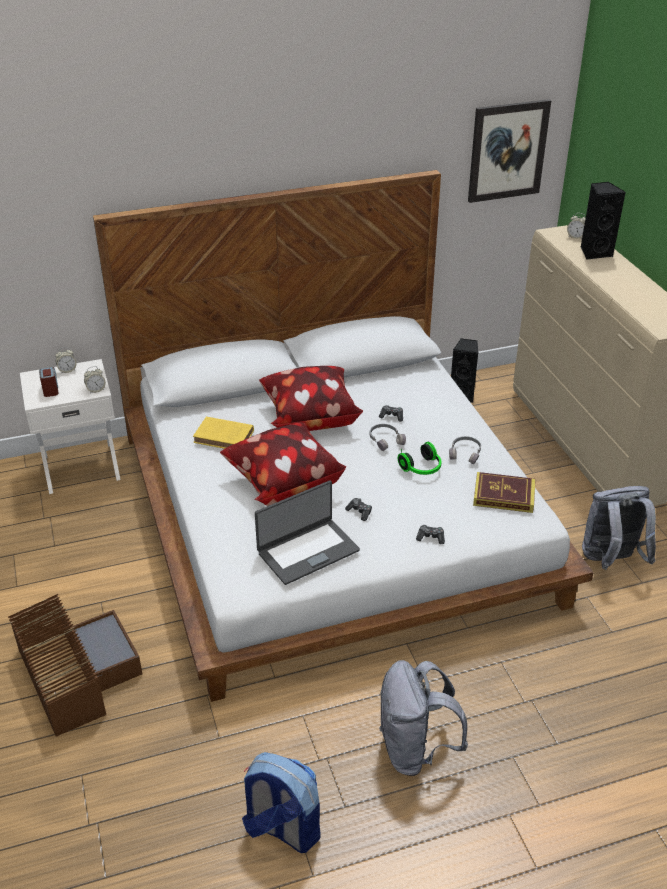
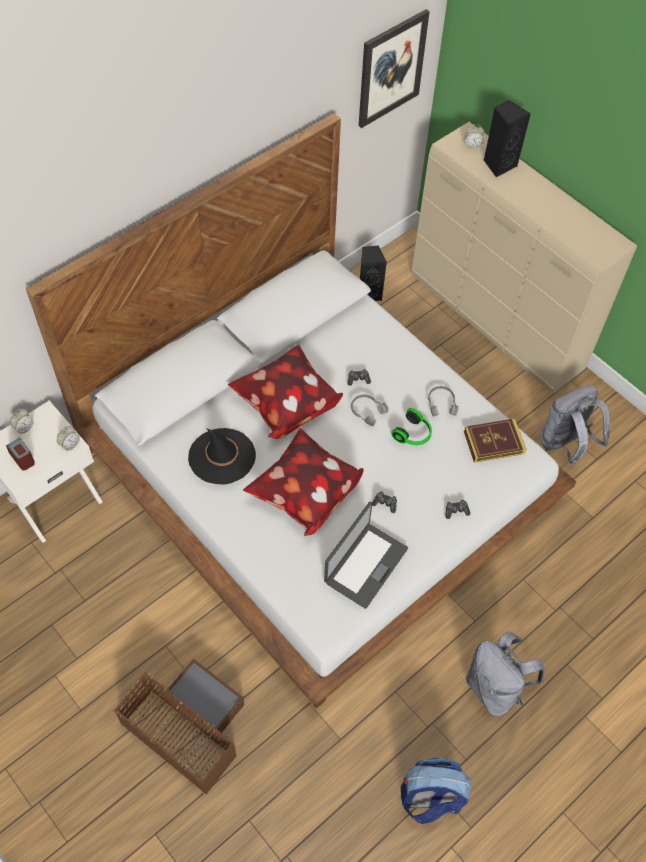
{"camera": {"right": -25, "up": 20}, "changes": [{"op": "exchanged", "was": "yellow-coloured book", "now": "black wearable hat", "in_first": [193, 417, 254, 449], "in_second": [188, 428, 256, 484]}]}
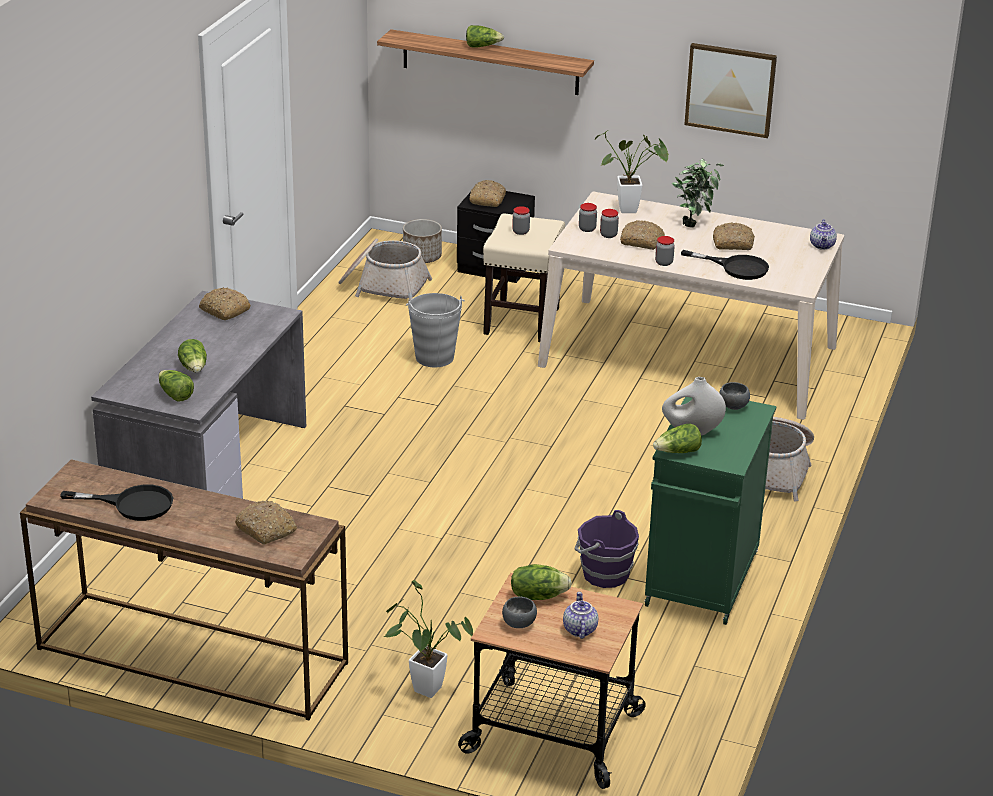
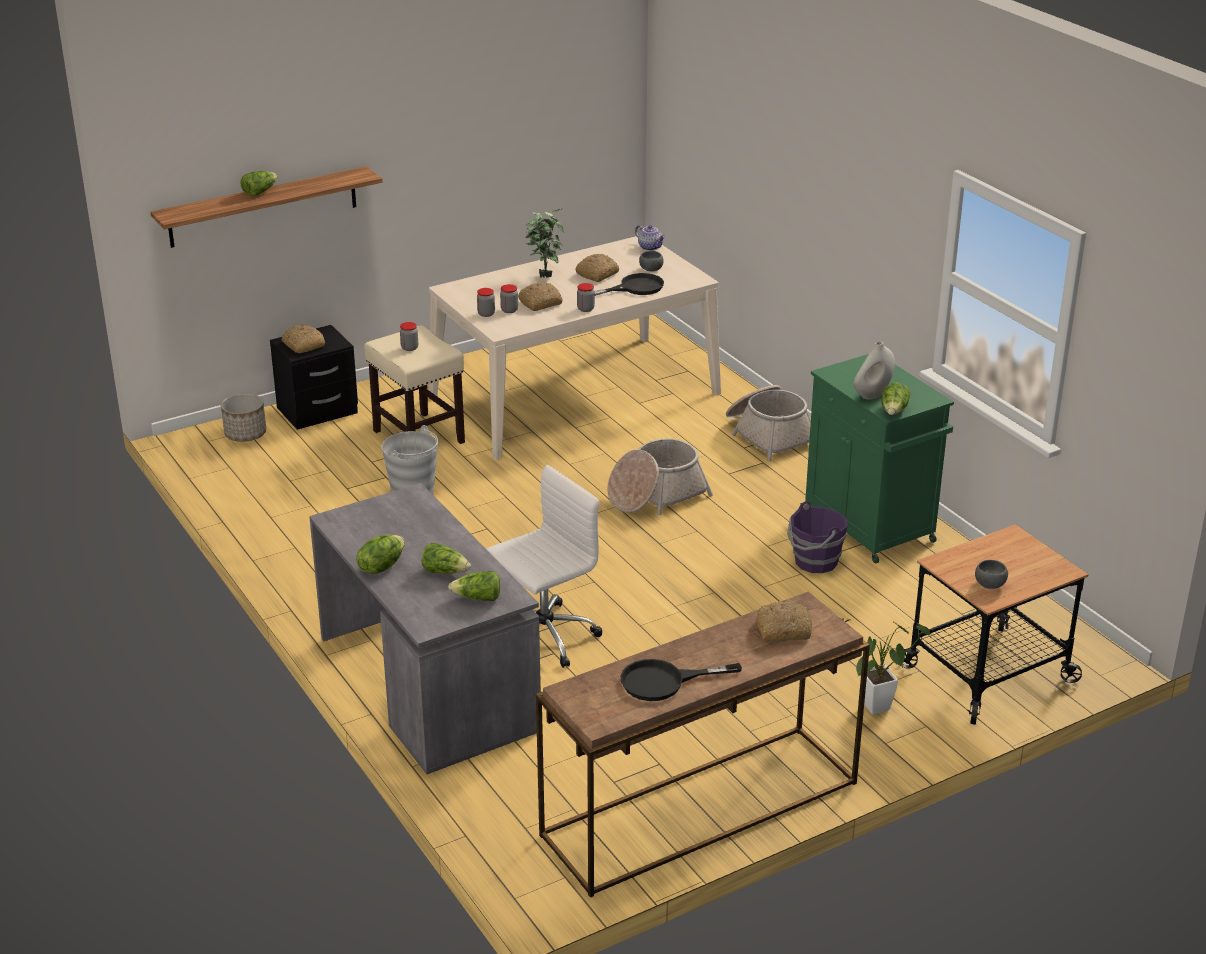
{"camera": {"right": -50, "up": 0}, "changes": [{"op": "missing", "was": "bread", "in_first": [199, 287, 251, 320]}, {"op": "missing", "was": "pot for tea", "in_first": [563, 592, 598, 639]}, {"op": "missing", "was": "plant in a pot", "in_first": [595, 130, 669, 213]}, {"op": "missing", "was": "wall art", "in_first": [684, 43, 777, 138]}, {"op": "appeared", "now": "white-coloured office chair", "in_second": [487, 465, 603, 668]}, {"op": "relocated", "was": "storage basket", "in_first": [338, 238, 432, 302], "in_second": [607, 438, 713, 515]}, {"op": "relocated", "was": "lettuce", "in_first": [511, 564, 572, 600], "in_second": [356, 534, 405, 574]}, {"op": "relocated", "was": "grey serving bowl", "in_first": [719, 382, 750, 410], "in_second": [639, 251, 663, 272]}, {"op": "spun", "was": "black frying pan", "in_first": [60, 485, 173, 521], "in_second": [620, 659, 742, 701], "clockwise": -150}]}
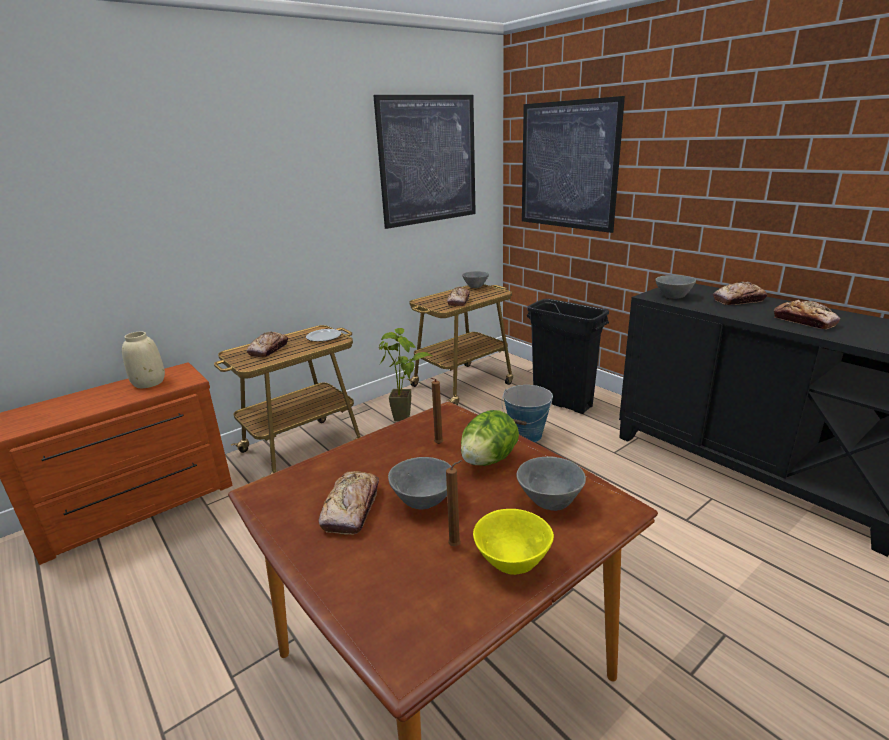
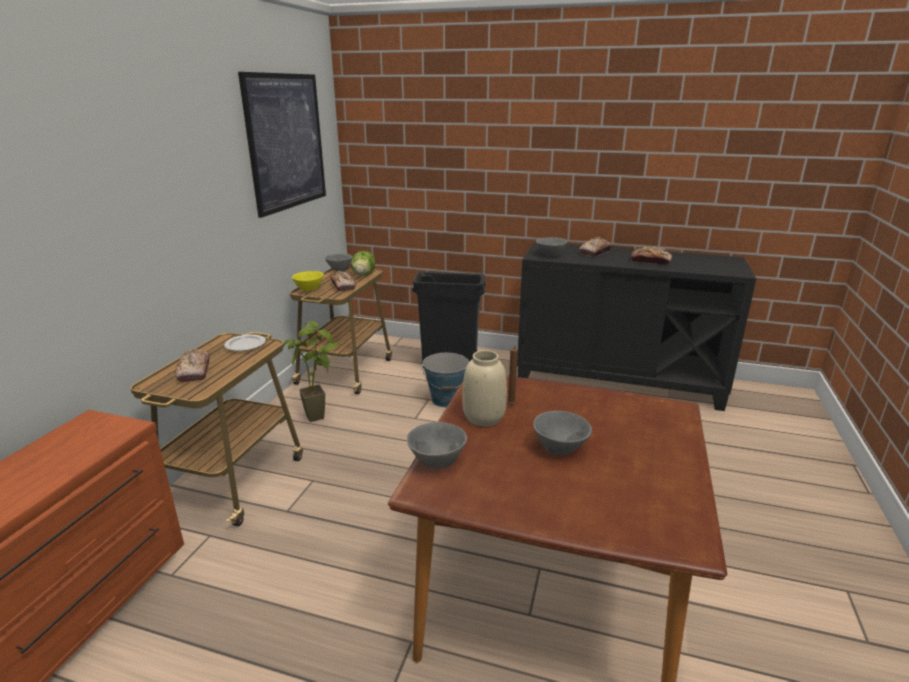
{"camera": {"right": -35, "up": 0}, "changes": [{"op": "missing", "was": "bread", "in_first": [318, 471, 379, 535]}, {"op": "missing", "was": "brownish wax light", "in_first": [446, 460, 463, 546]}, {"op": "missing", "was": "wall art", "in_first": [522, 96, 625, 233]}, {"op": "relocated", "was": "beige-coloured vase", "in_first": [122, 332, 165, 388], "in_second": [462, 350, 507, 426]}, {"op": "relocated", "was": "lettuce", "in_first": [461, 410, 519, 466], "in_second": [351, 251, 375, 276]}, {"op": "relocated", "was": "yellow-coloured serving bowl", "in_first": [473, 509, 554, 575], "in_second": [292, 271, 324, 291]}, {"op": "relocated", "was": "grey serving bowl", "in_first": [516, 456, 586, 511], "in_second": [407, 422, 467, 468]}]}
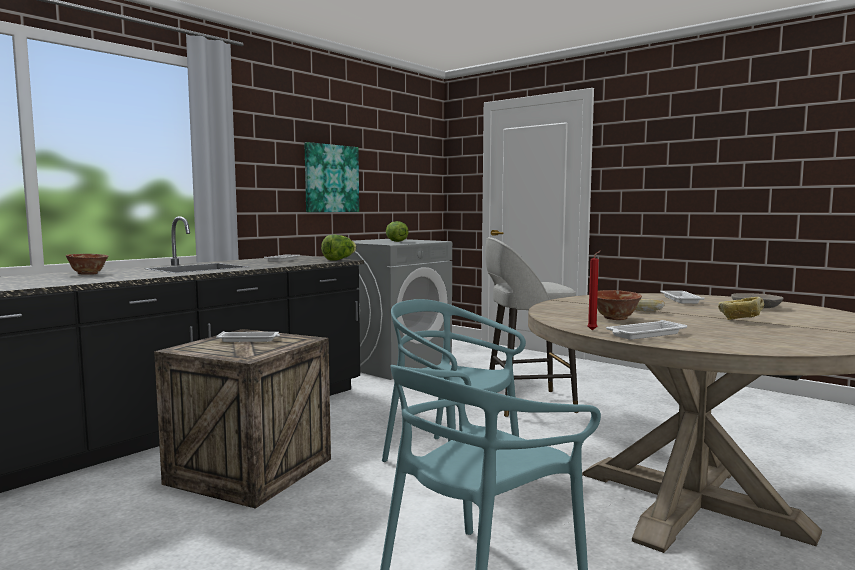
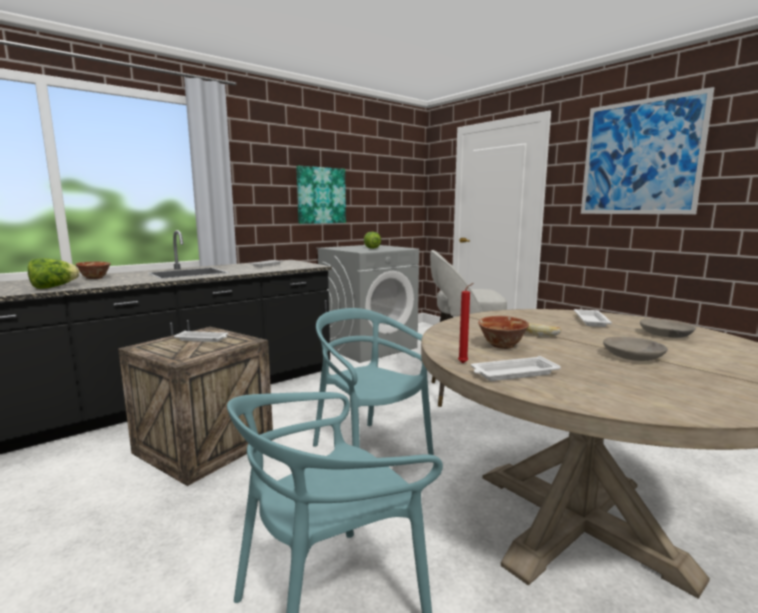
{"camera": {"right": 10, "up": 5}, "changes": [{"op": "appeared", "now": "wall art", "in_second": [581, 87, 715, 214]}, {"op": "relocated", "was": "lettuce", "in_first": [321, 234, 356, 261], "in_second": [28, 258, 80, 289]}, {"op": "exchanged", "was": "bread", "now": "grey serving bowl", "in_first": [718, 297, 764, 320], "in_second": [603, 337, 668, 361]}]}
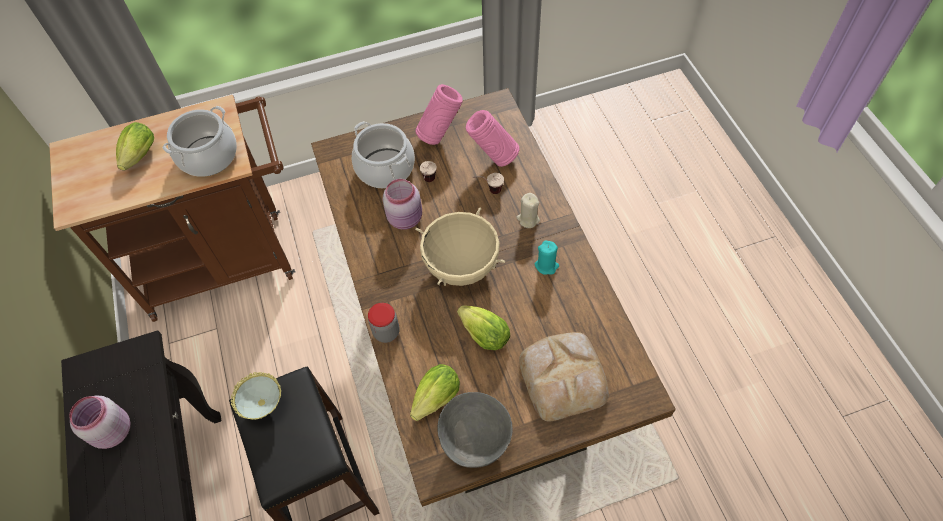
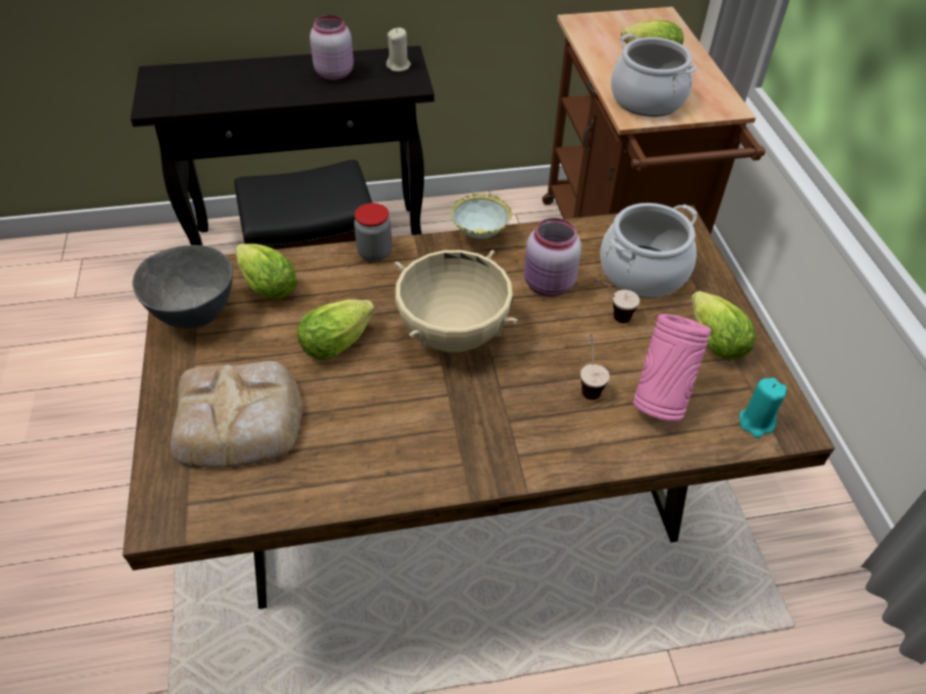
{"camera": {"right": 95, "up": -10}, "changes": [{"op": "relocated", "was": "serving bowl", "in_first": [231, 372, 281, 420], "in_second": [450, 193, 512, 239]}, {"op": "relocated", "was": "beige-coloured wax light", "in_first": [516, 193, 540, 228], "in_second": [386, 28, 411, 72]}, {"op": "relocated", "was": "turquoise wax light", "in_first": [535, 241, 559, 275], "in_second": [739, 378, 787, 438]}, {"op": "exchanged", "was": "pink-coloured vase", "now": "lettuce", "in_first": [416, 84, 463, 145], "in_second": [691, 291, 756, 361]}]}
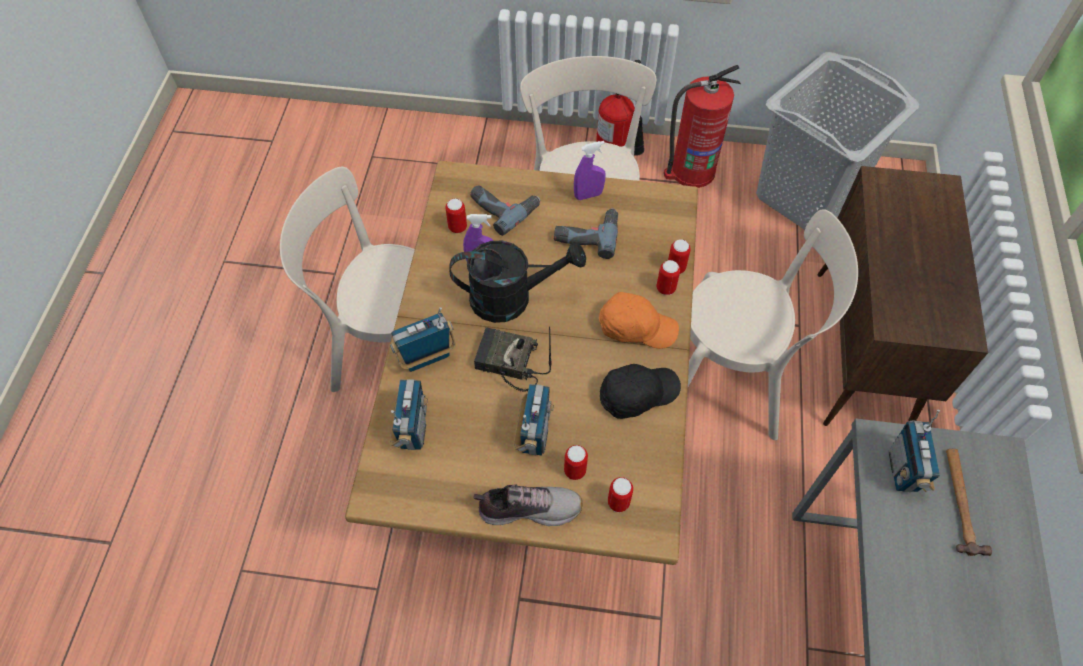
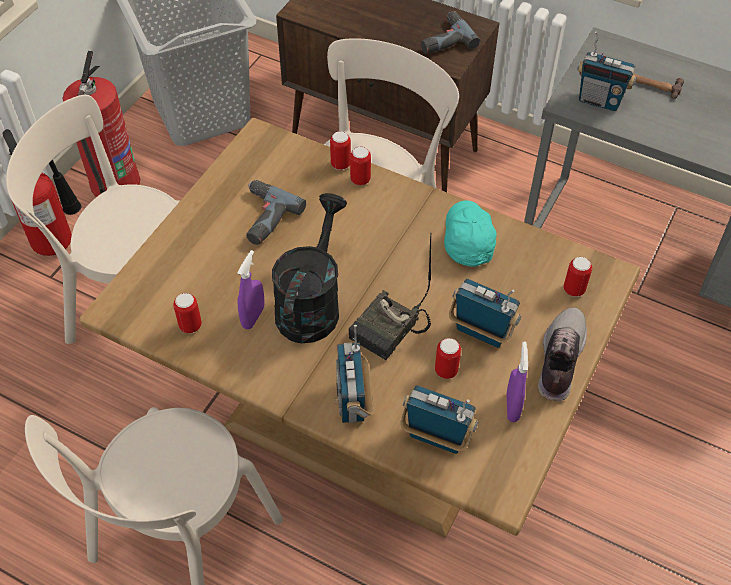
{"camera": {"right": -70, "up": -5}, "changes": [{"op": "missing", "was": "orangey baseball cap", "in_first": [599, 292, 679, 349]}, {"op": "relocated", "was": "power drill", "in_first": [470, 185, 540, 236], "in_second": [421, 11, 480, 54]}, {"op": "relocated", "was": "sealed can", "in_first": [564, 445, 588, 480], "in_second": [435, 338, 461, 379]}, {"op": "relocated", "was": "purple spray bottle", "in_first": [574, 141, 605, 200], "in_second": [507, 341, 528, 422]}, {"op": "colour", "was": "black baseball cap", "now": "turquoise baseball cap", "in_first": [600, 364, 681, 419], "in_second": [444, 200, 497, 267]}]}
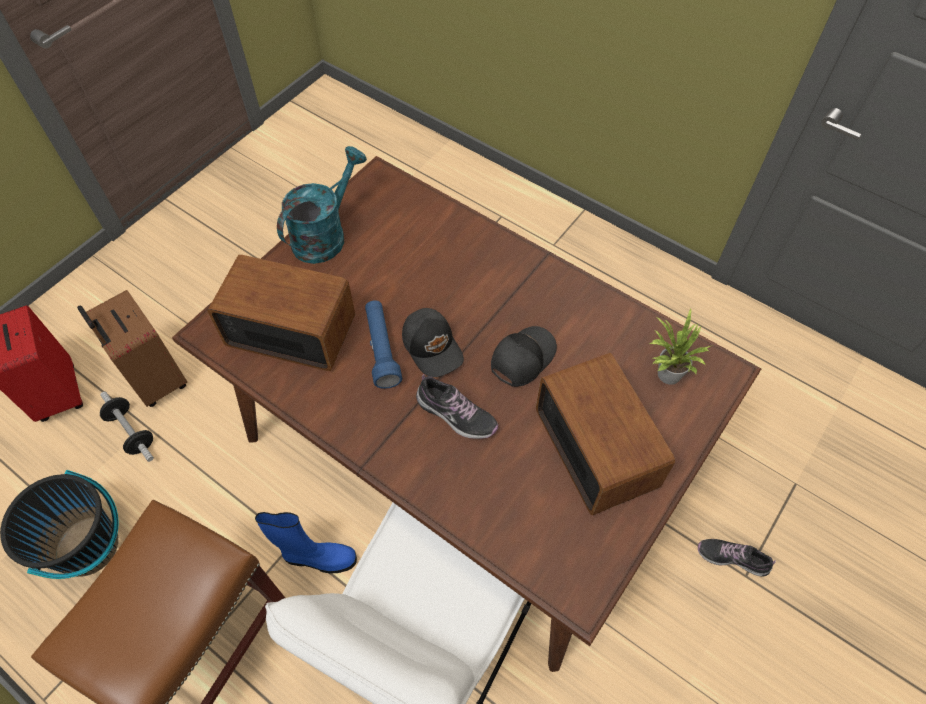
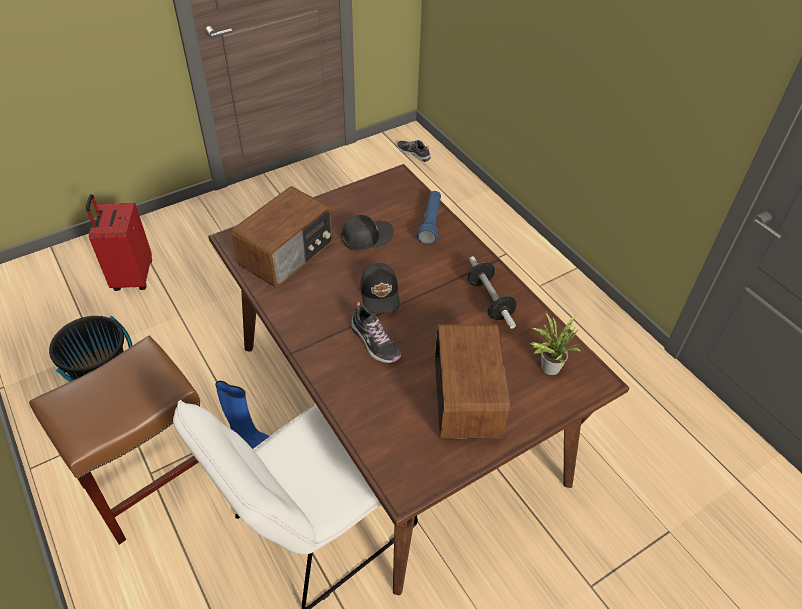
{"camera": {"right": 20, "up": -10}, "changes": [{"op": "missing", "was": "brownish suitcase", "in_first": [77, 290, 188, 407]}, {"op": "missing", "was": "turquoise watering can", "in_first": [277, 146, 367, 264]}, {"op": "relocated", "was": "hand weight", "in_first": [100, 391, 154, 462], "in_second": [468, 256, 516, 329]}, {"op": "relocated", "was": "blue-coloured flashlight", "in_first": [365, 300, 402, 389], "in_second": [417, 191, 441, 244]}, {"op": "relocated", "was": "black baseball cap", "in_first": [491, 326, 557, 387], "in_second": [341, 215, 394, 250]}, {"op": "relocated", "was": "item of footwear", "in_first": [698, 539, 776, 577], "in_second": [397, 140, 431, 162]}, {"op": "spun", "was": "radio set", "in_first": [207, 255, 355, 371], "in_second": [231, 186, 333, 288], "clockwise": 90}]}
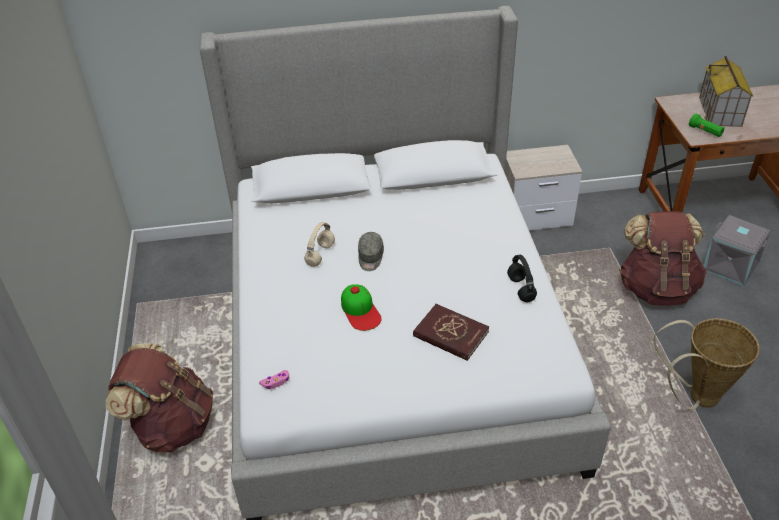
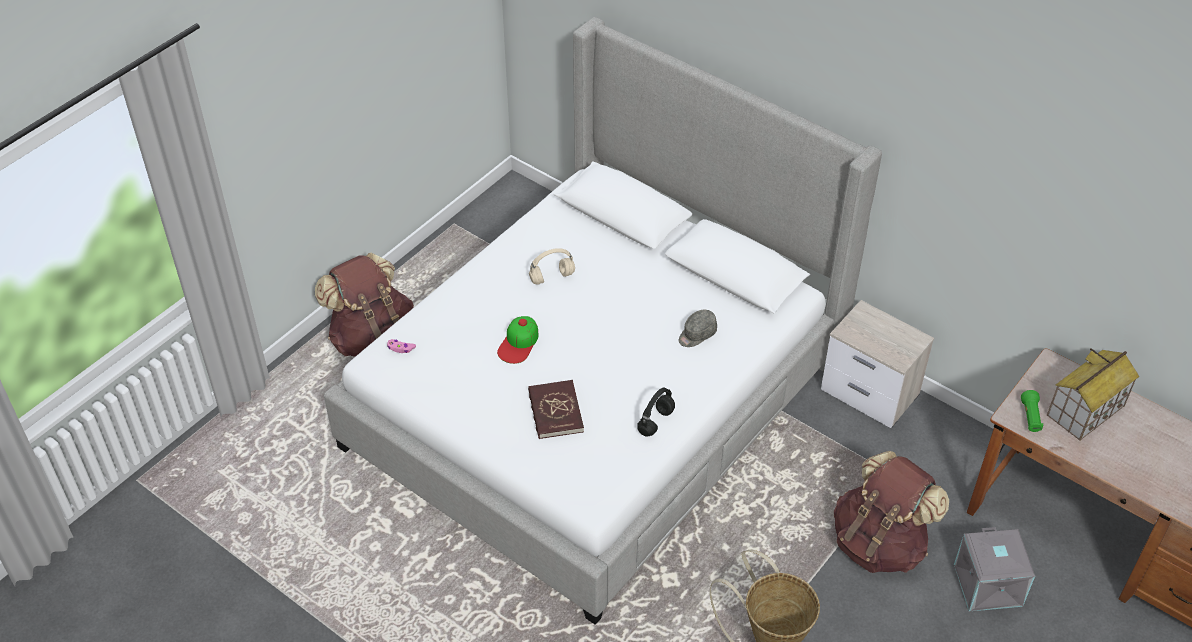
{"camera": {"right": 45, "up": 5}, "changes": [{"op": "relocated", "was": "grey baseball cap", "in_first": [358, 232, 384, 271], "in_second": [679, 310, 717, 347]}]}
